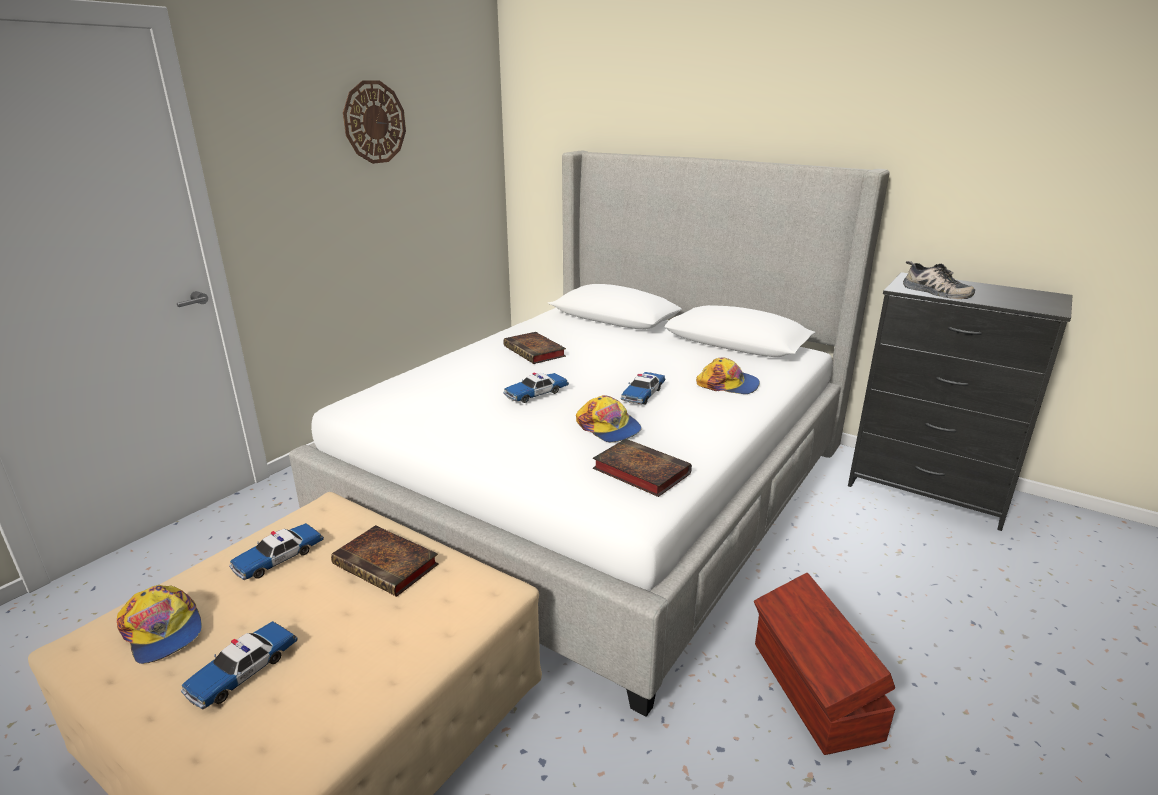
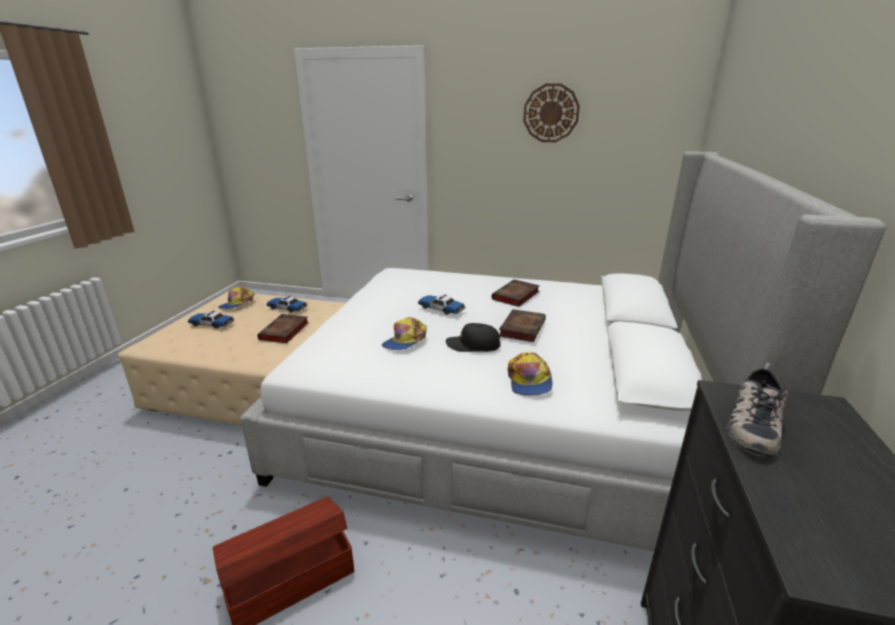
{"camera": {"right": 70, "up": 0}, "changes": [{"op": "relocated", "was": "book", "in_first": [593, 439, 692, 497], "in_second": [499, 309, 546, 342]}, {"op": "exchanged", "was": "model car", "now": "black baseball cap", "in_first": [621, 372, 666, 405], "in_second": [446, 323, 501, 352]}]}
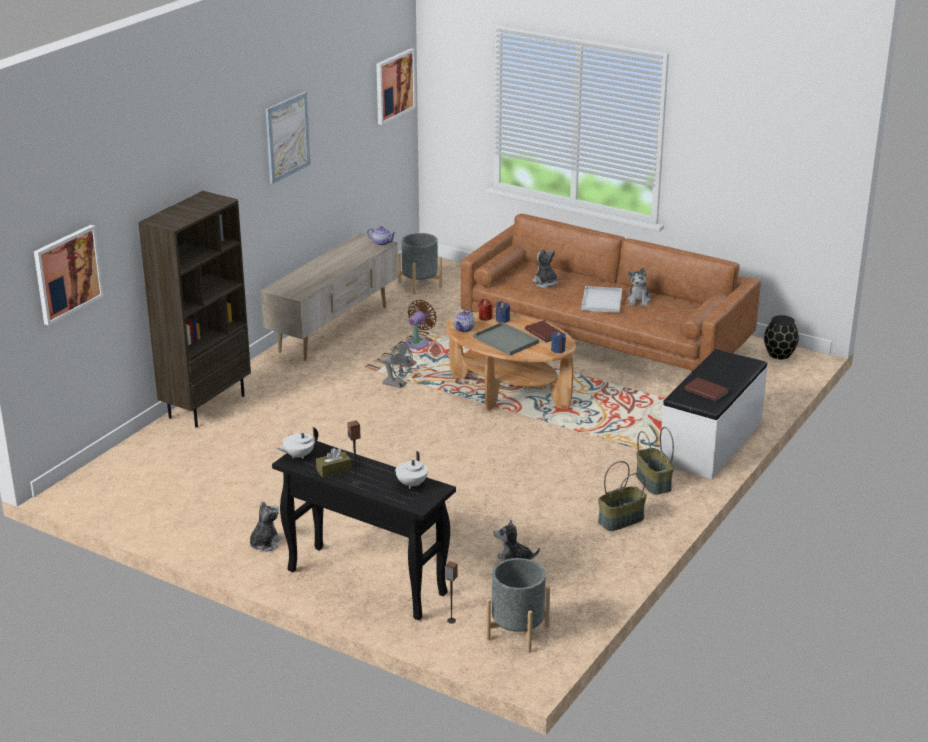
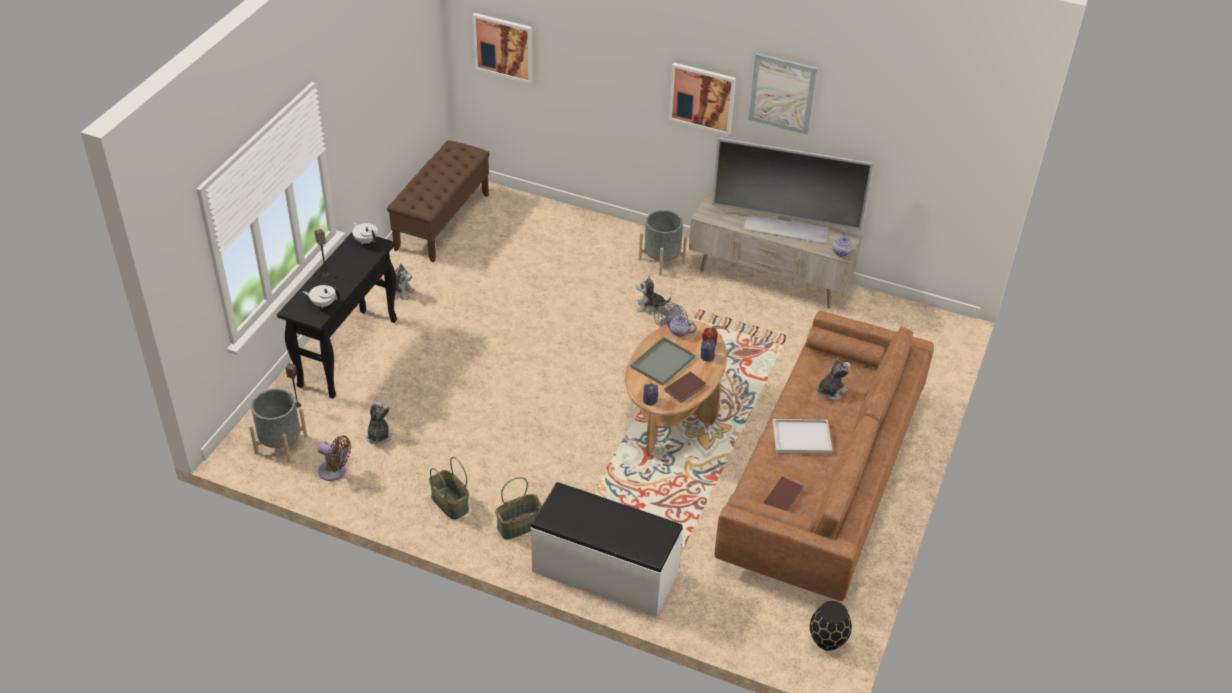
{"camera": {"right": 80, "up": 15}, "changes": [{"op": "missing", "was": "brownish bookshelf", "in_first": [138, 191, 251, 428]}, {"op": "missing", "was": "brownish box of tissues", "in_first": [316, 448, 351, 478]}, {"op": "appeared", "now": "brownish long seat", "in_second": [387, 140, 490, 262]}, {"op": "appeared", "now": "television", "in_second": [712, 138, 873, 244]}, {"op": "relocated", "was": "wall art", "in_first": [376, 48, 416, 125], "in_second": [669, 63, 736, 135]}, {"op": "relocated", "was": "grey planter", "in_first": [398, 233, 442, 295], "in_second": [639, 210, 687, 276]}, {"op": "relocated", "was": "brownish fan", "in_first": [405, 300, 437, 349], "in_second": [317, 436, 351, 481]}, {"op": "relocated", "was": "soft toy", "in_first": [627, 267, 651, 307], "in_second": [636, 275, 671, 315]}, {"op": "relocated", "was": "brownish book", "in_first": [684, 377, 729, 401], "in_second": [764, 477, 804, 511]}]}
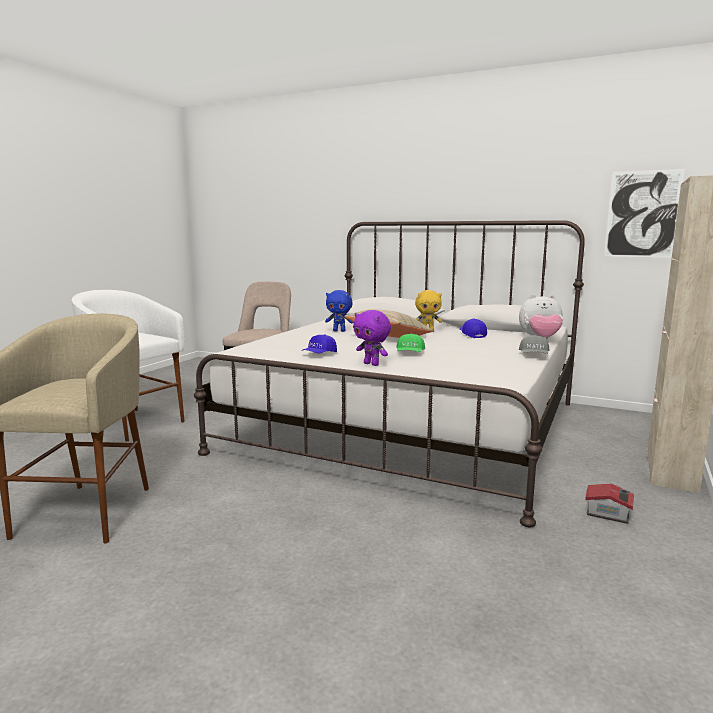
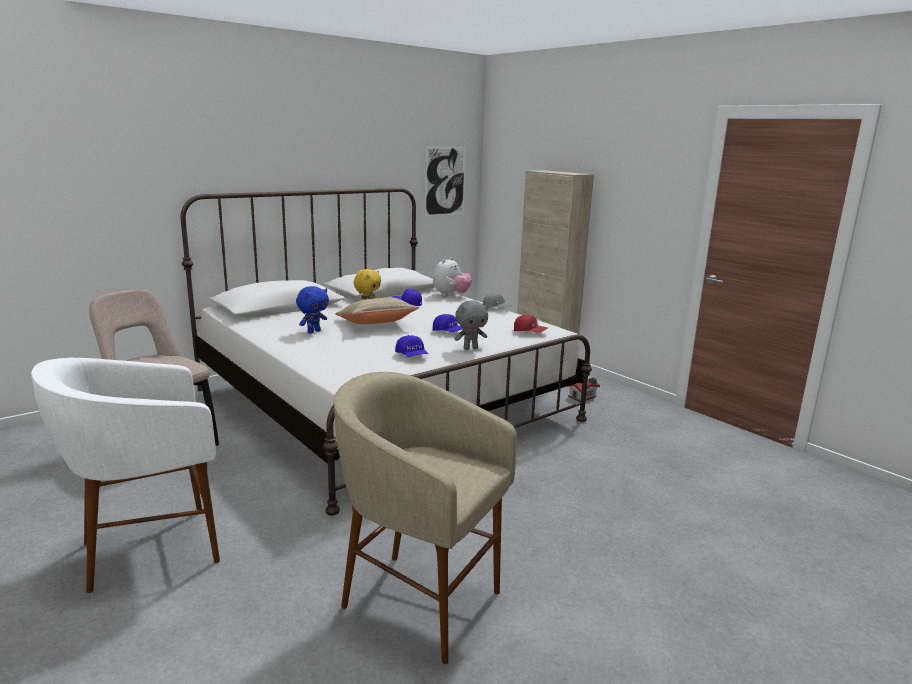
{"camera": {"right": -65, "up": 5}, "changes": [{"op": "appeared", "now": "reddish baseball cap", "in_second": [514, 315, 548, 332]}, {"op": "colour", "was": "purple soft toy", "now": "grey soft toy", "in_first": [353, 310, 391, 366], "in_second": [455, 300, 488, 350]}, {"op": "colour", "was": "green-coloured baseball cap", "now": "blue-coloured baseball cap", "in_first": [396, 333, 425, 352], "in_second": [433, 314, 464, 332]}]}
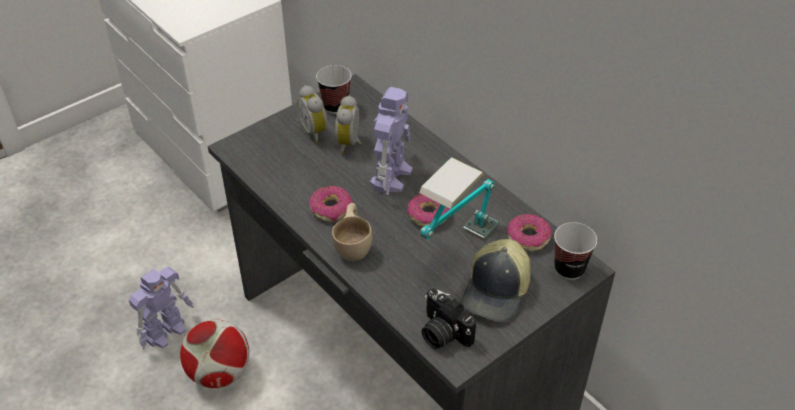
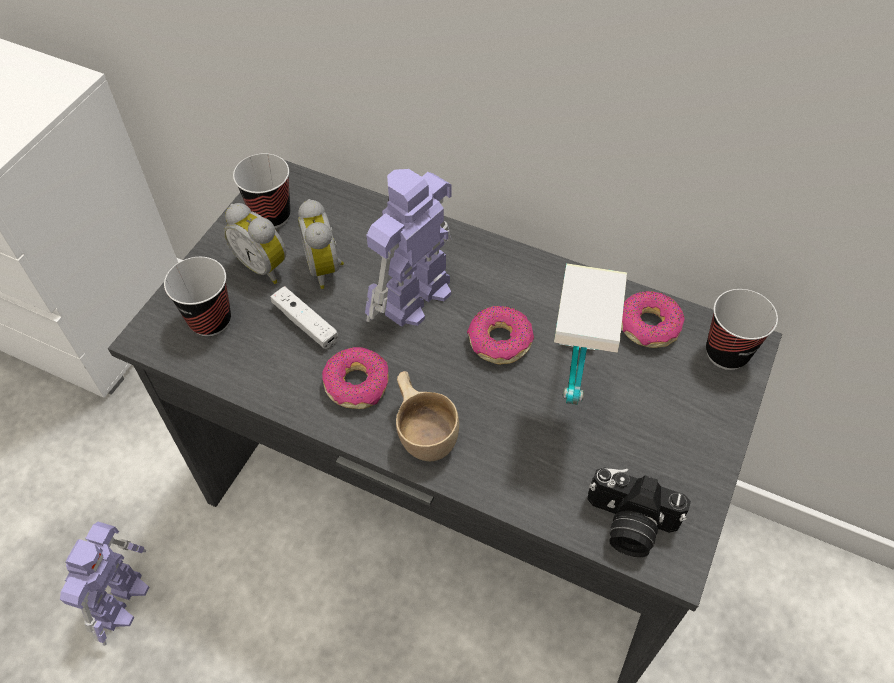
{"camera": {"right": -25, "up": 10}, "changes": [{"op": "missing", "was": "football", "in_first": [180, 320, 249, 388]}, {"op": "missing", "was": "baseball cap", "in_first": [461, 239, 531, 322]}, {"op": "appeared", "now": "cup", "in_second": [164, 257, 231, 336]}, {"op": "appeared", "now": "white-coloured gamepad", "in_second": [271, 286, 338, 349]}, {"op": "spun", "was": "robot figure", "in_first": [370, 87, 413, 195], "in_second": [365, 169, 452, 327], "clockwise": -135}]}
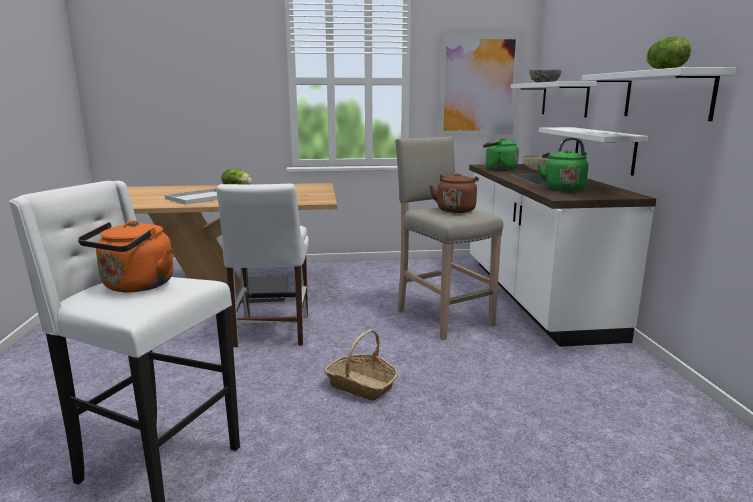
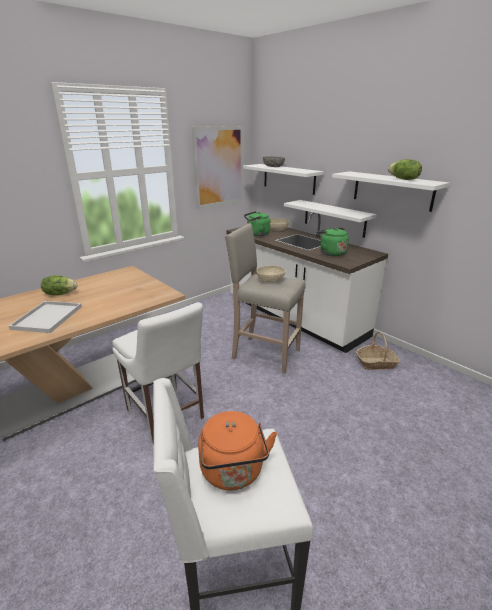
{"camera": {"right": -35, "up": 10}, "changes": [{"op": "relocated", "was": "storage basket", "in_first": [325, 329, 398, 401], "in_second": [356, 332, 400, 370]}, {"op": "exchanged", "was": "brownish water kettle", "now": "beige-coloured serving bowl", "in_first": [429, 173, 479, 213], "in_second": [256, 266, 286, 282]}]}
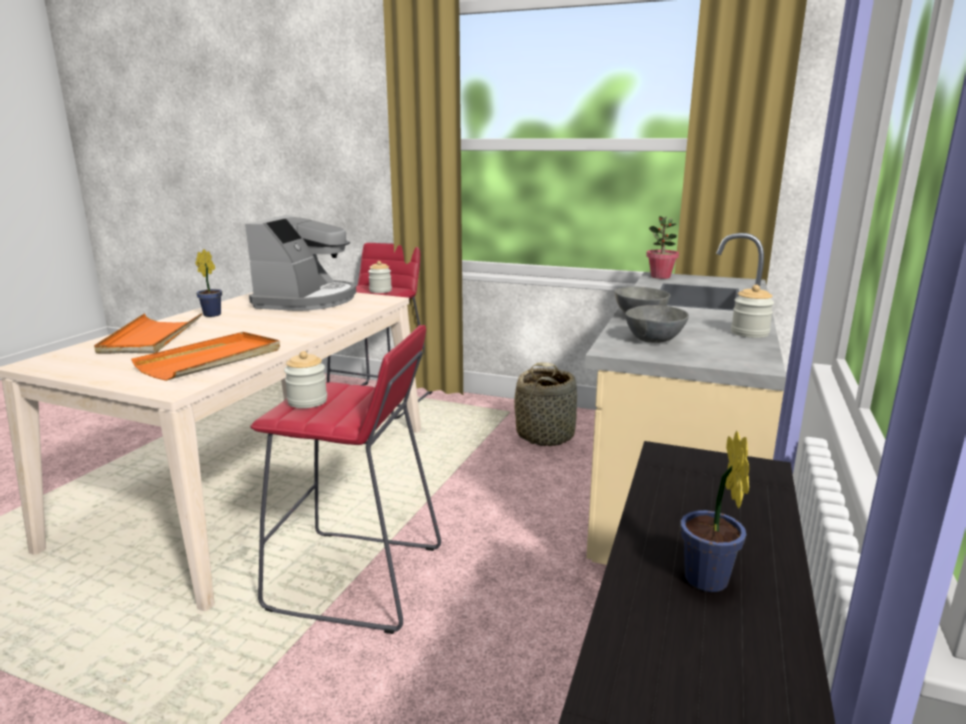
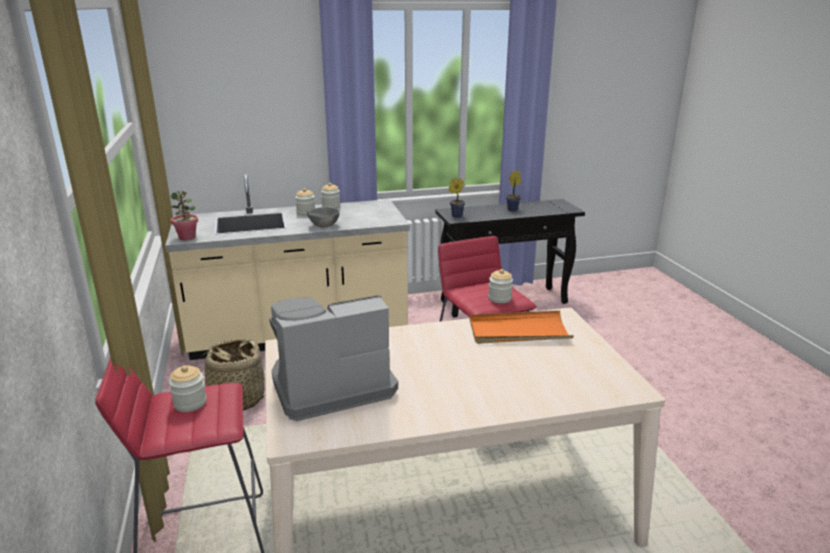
{"camera": {"right": -125, "up": 5}, "changes": [{"op": "missing", "was": "orangey serving tray", "in_first": [94, 313, 202, 354]}, {"op": "missing", "was": "grey serving bowl", "in_first": [625, 305, 689, 343]}, {"op": "appeared", "now": "storage jar", "in_second": [295, 188, 315, 216]}, {"op": "relocated", "was": "plant in a pot", "in_first": [195, 249, 222, 317], "in_second": [449, 177, 465, 218]}]}
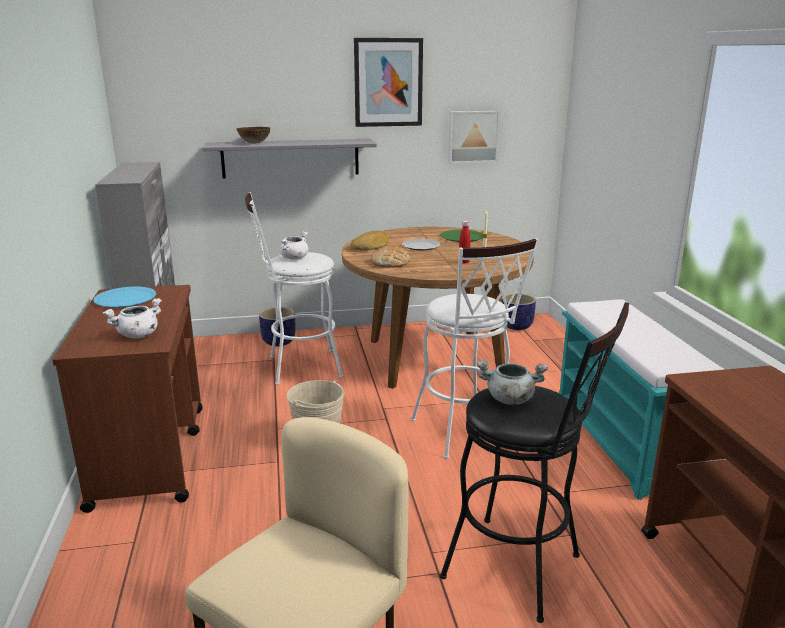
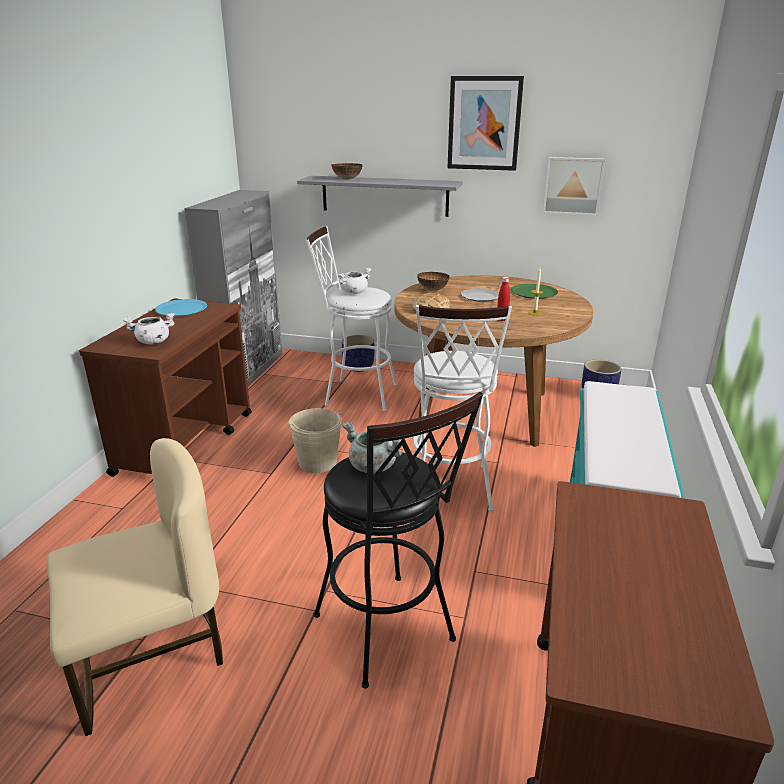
{"camera": {"right": 25, "up": 5}, "changes": [{"op": "exchanged", "was": "bread", "now": "serving bowl", "in_first": [350, 231, 389, 250], "in_second": [417, 272, 450, 291]}]}
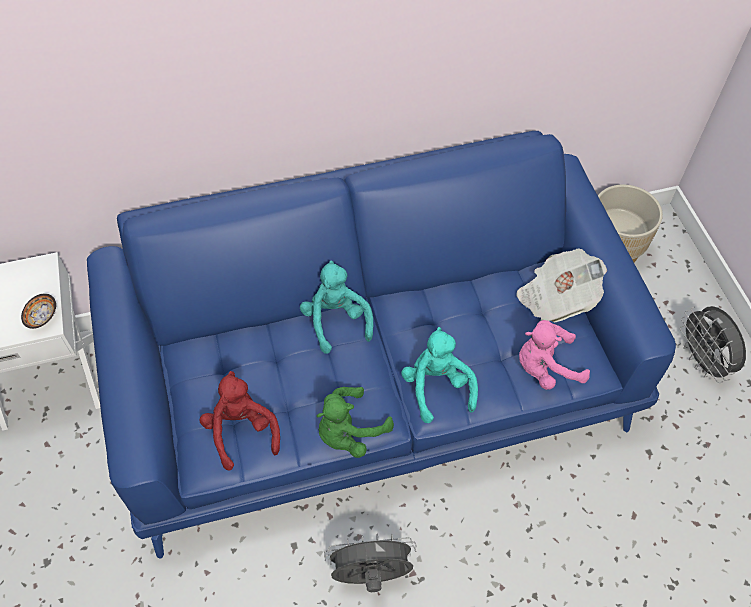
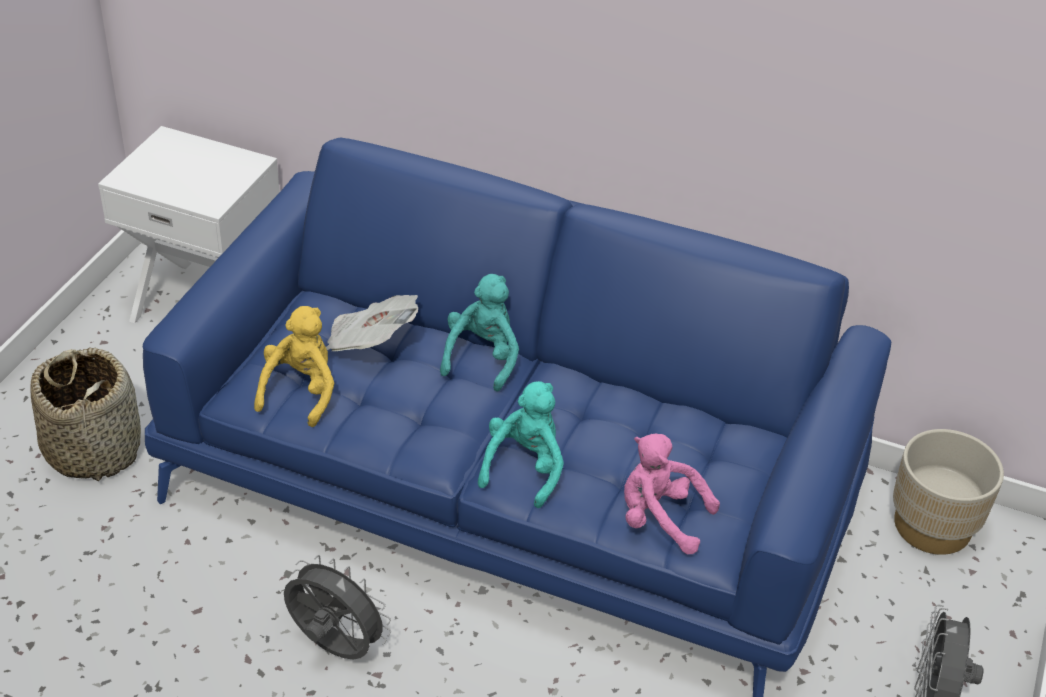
{"camera": {"right": 35, "up": -15}, "changes": [{"op": "missing", "was": "serving bowl", "in_first": [21, 294, 56, 329]}, {"op": "missing", "was": "green-coloured soft toy", "in_first": [317, 387, 394, 458]}, {"op": "appeared", "now": "storage basket", "in_second": [30, 347, 141, 481]}, {"op": "relocated", "was": "daily paper", "in_first": [516, 249, 607, 323], "in_second": [326, 295, 418, 351]}, {"op": "colour", "was": "reddish soft toy", "now": "yellow-coloured soft toy", "in_first": [199, 371, 280, 471], "in_second": [254, 306, 335, 427]}]}
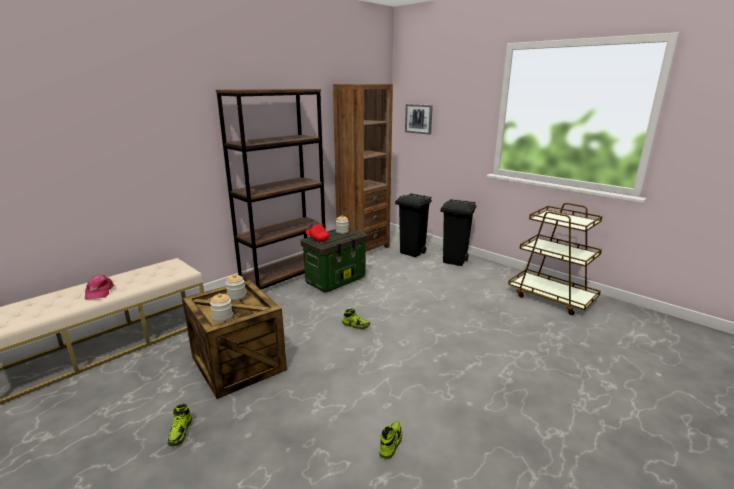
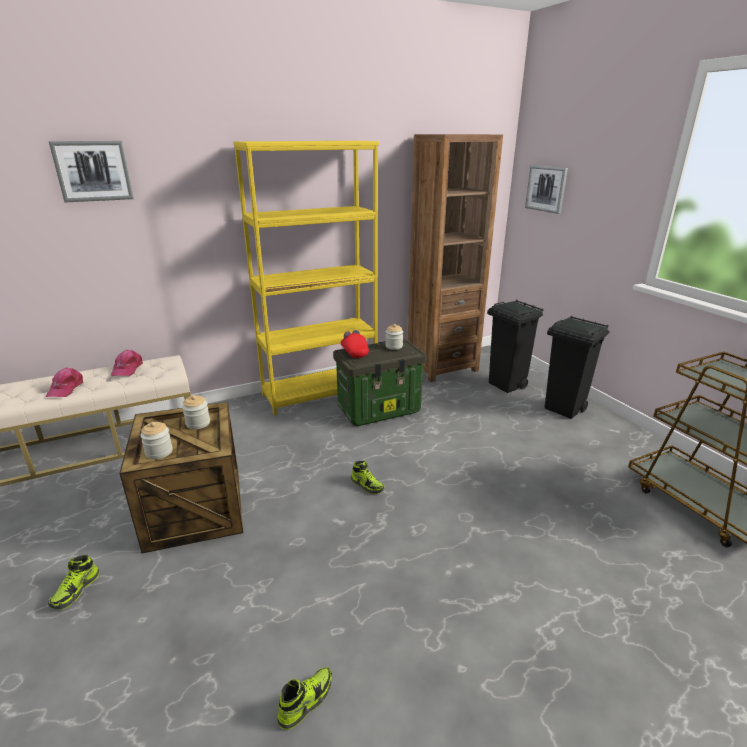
{"camera": {"right": 20, "up": 5}, "changes": [{"op": "appeared", "now": "wall art", "in_second": [49, 141, 134, 202]}, {"op": "appeared", "now": "pink-coloured baseball cap", "in_second": [111, 350, 143, 376]}, {"op": "colour", "was": "brownish bookshelf", "now": "yellow-coloured bookshelf", "in_first": [216, 89, 326, 289], "in_second": [233, 141, 379, 415]}]}
